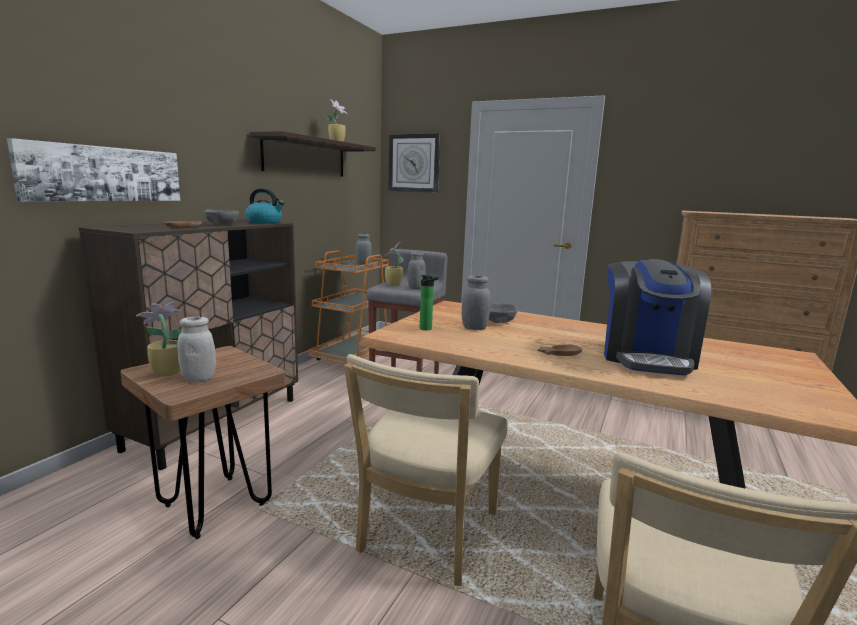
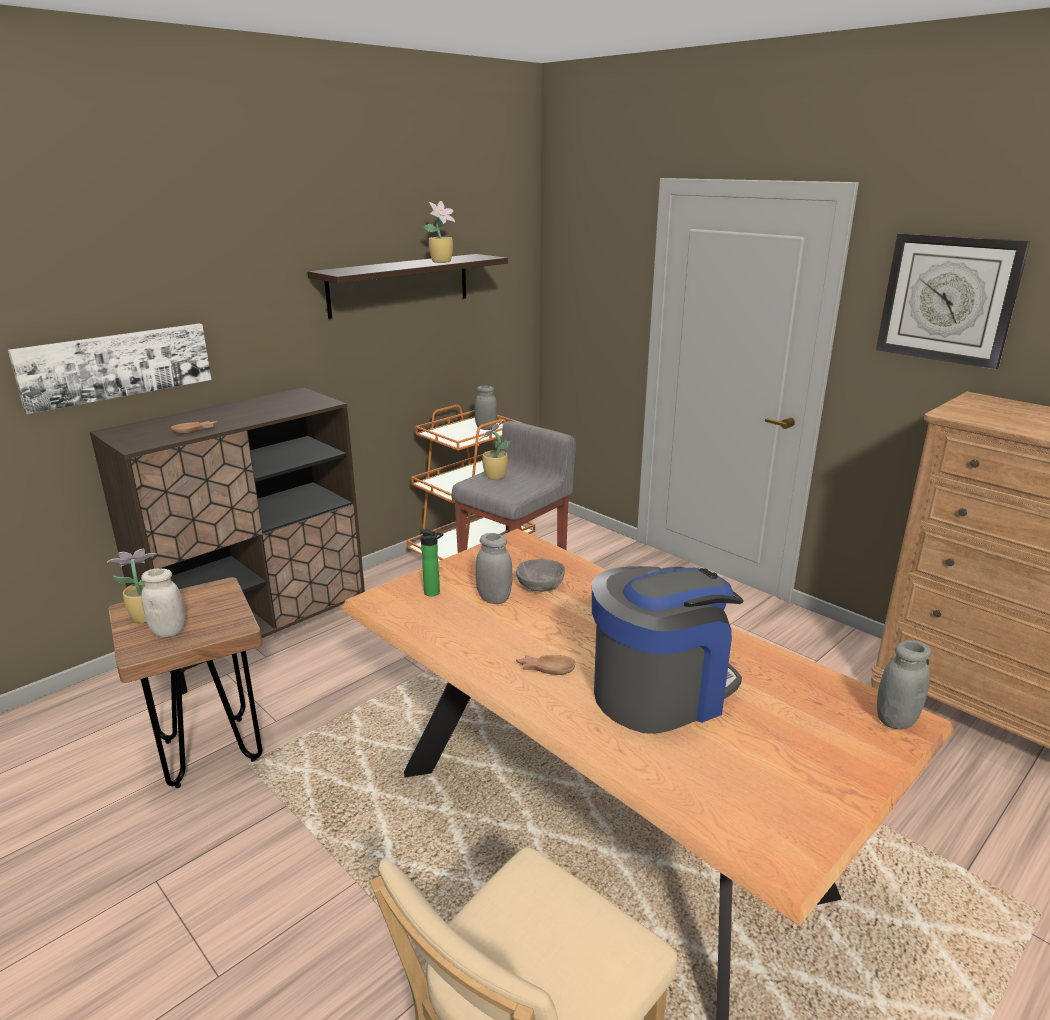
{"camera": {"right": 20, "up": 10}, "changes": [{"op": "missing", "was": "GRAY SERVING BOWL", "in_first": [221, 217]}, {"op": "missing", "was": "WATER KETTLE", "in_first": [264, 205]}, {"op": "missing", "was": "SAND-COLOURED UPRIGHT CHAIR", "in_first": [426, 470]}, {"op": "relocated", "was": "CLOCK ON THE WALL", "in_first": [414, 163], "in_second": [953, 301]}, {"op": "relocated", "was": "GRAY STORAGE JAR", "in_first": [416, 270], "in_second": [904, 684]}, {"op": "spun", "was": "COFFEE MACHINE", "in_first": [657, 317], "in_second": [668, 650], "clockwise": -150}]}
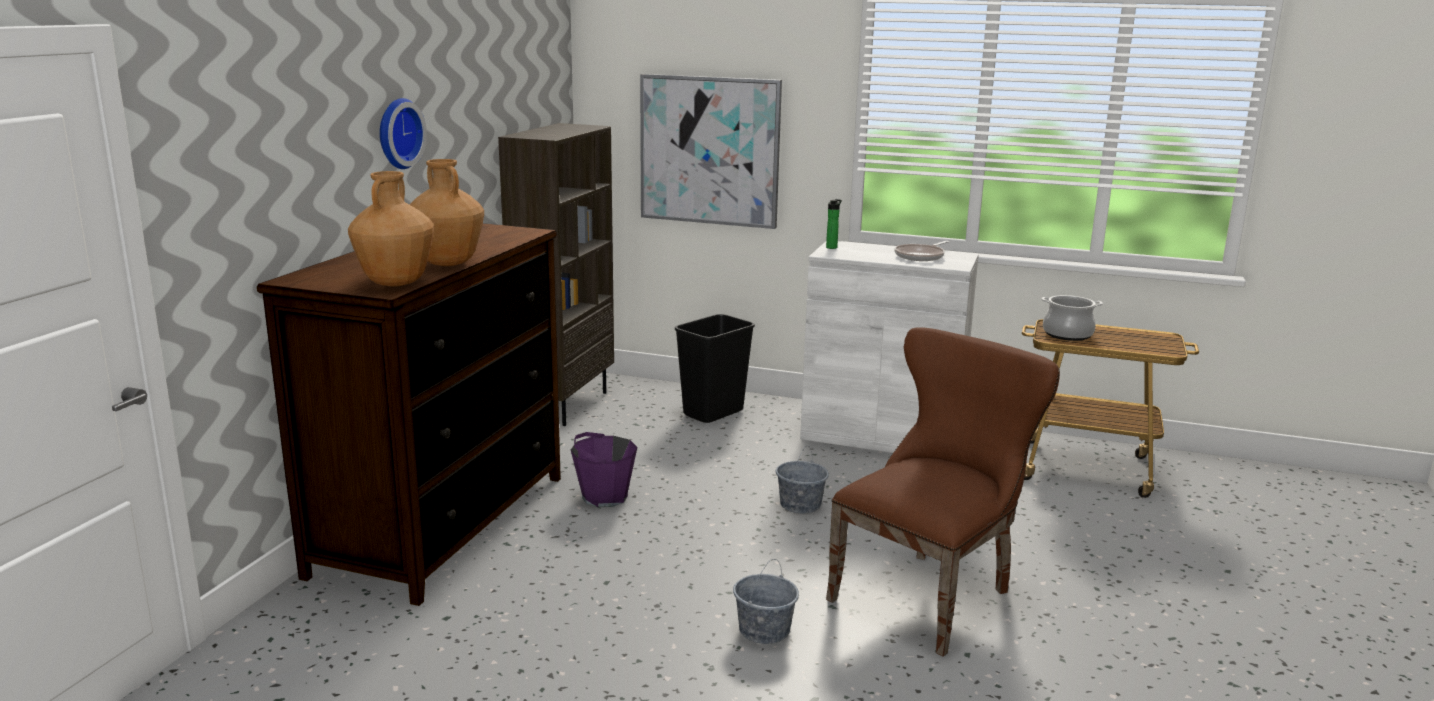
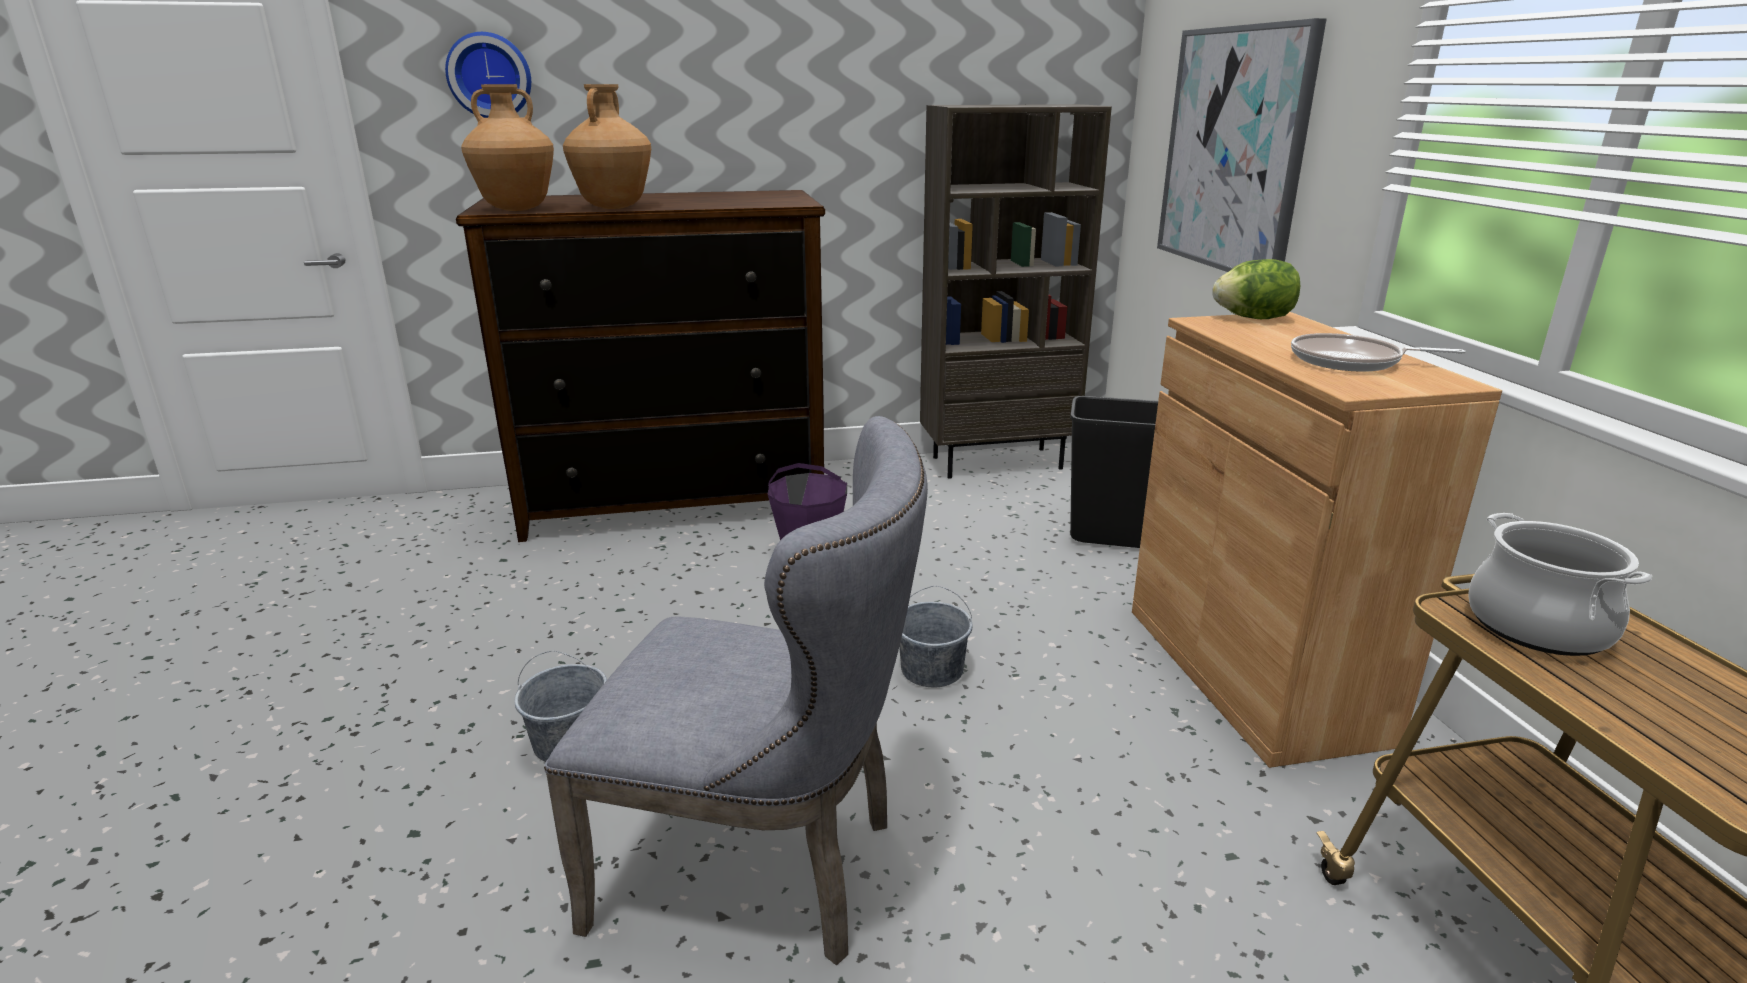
{"camera": {"right": 60, "up": 5}, "changes": [{"op": "relocated", "was": "CLOCK ON THE WALL", "in_first": [403, 133], "in_second": [488, 75]}, {"op": "exchanged", "was": "BOTTLE", "now": "LETTUCE", "in_first": [834, 224], "in_second": [1256, 289]}, {"op": "colour", "was": "WHITE STORAGE CABINET", "now": "BROWNISH STORAGE CABINET", "in_first": [889, 347], "in_second": [1317, 540]}, {"op": "colour", "was": "BROWNISH UPRIGHT CHAIR", "now": "GRAY UPRIGHT CHAIR", "in_first": [943, 492], "in_second": [736, 690]}]}
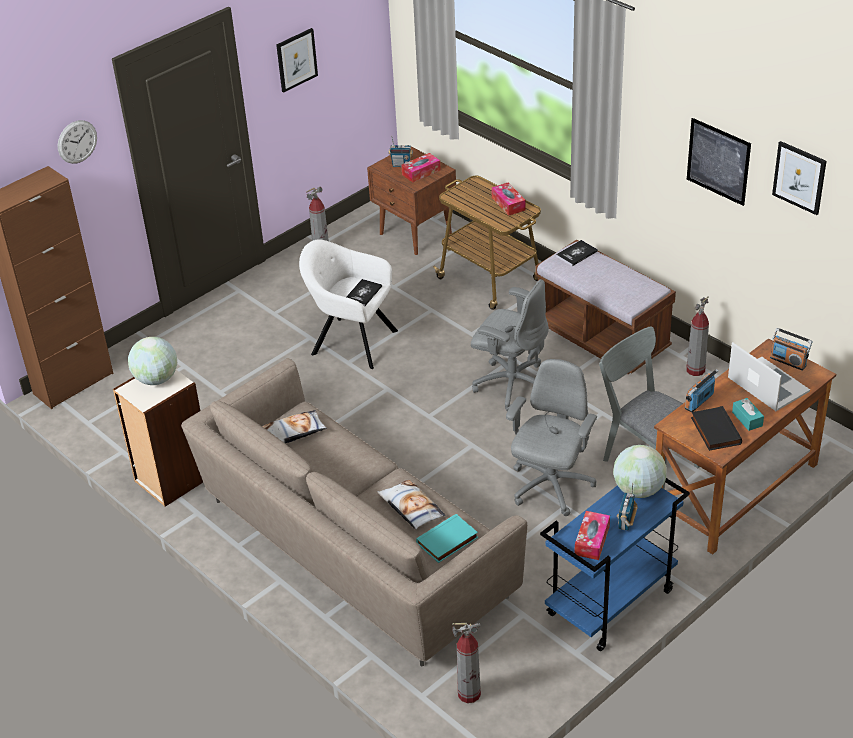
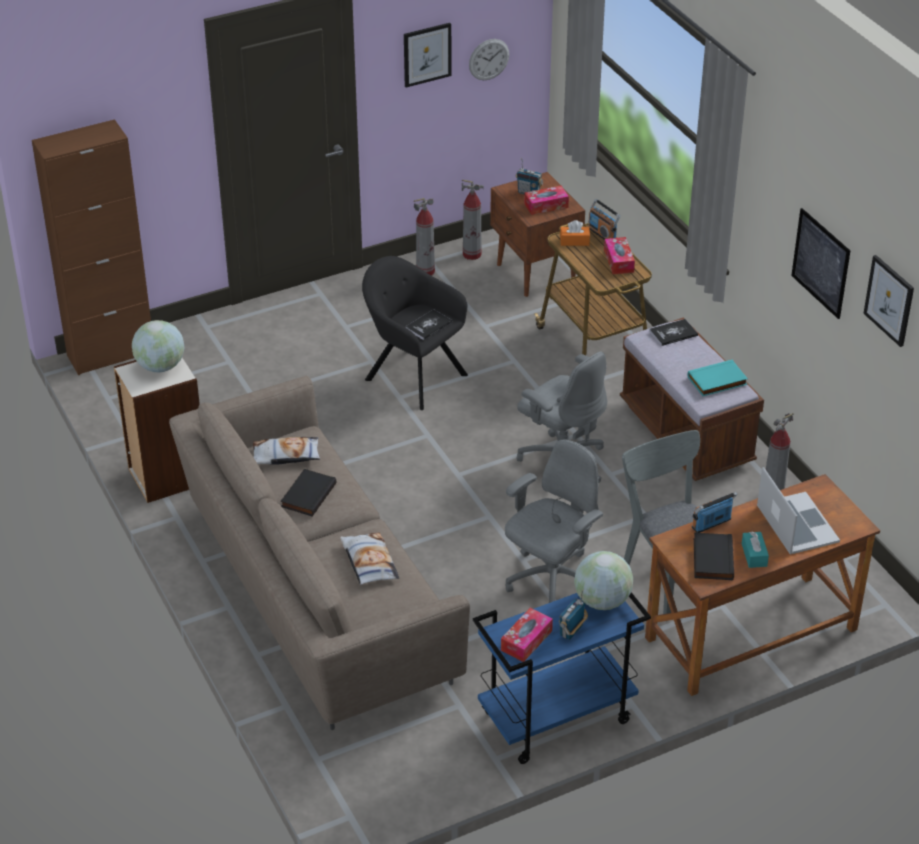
{"camera": {"right": 15, "up": 0}, "changes": [{"op": "appeared", "now": "BLACKISH VOLUME", "in_second": [308, 492]}, {"op": "appeared", "now": "ORANGE-COLOURED TISSUE BOX", "in_second": [575, 233]}, {"op": "relocated", "was": "CLOCK ON THE WALL", "in_first": [77, 142], "in_second": [489, 59]}, {"op": "relocated", "was": "BLUE-GREEN VOLUME", "in_first": [447, 538], "in_second": [718, 377]}, {"op": "relocated", "was": "FIRE-FIGHTING CYLINDER", "in_first": [466, 663], "in_second": [473, 220]}, {"op": "relocated", "was": "RADIO RECEIVER", "in_first": [791, 349], "in_second": [604, 219]}, {"op": "colour", "was": "WHITE LOUNGE CHAIR", "now": "BLACKISH LOUNGE CHAIR", "in_first": [348, 304], "in_second": [415, 333]}]}
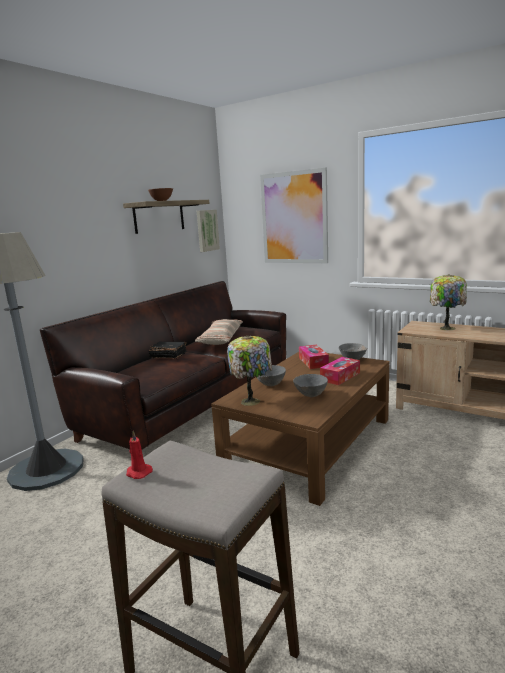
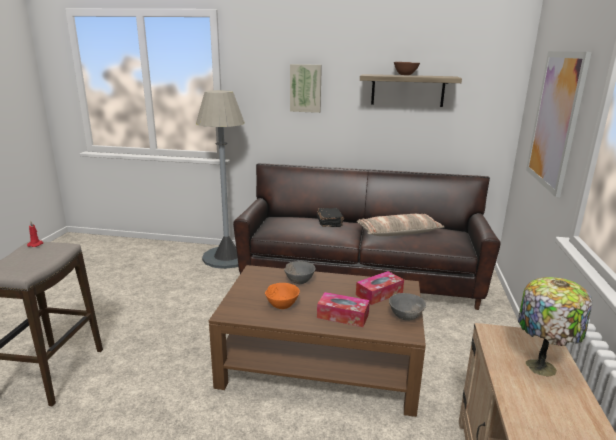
{"camera": {"right": 65, "up": 5}, "changes": [{"op": "missing", "was": "TABLETOP LAMP", "in_first": [249, 371]}, {"op": "relocated", "was": "WALL ART", "in_first": [208, 231], "in_second": [306, 88]}, {"op": "colour", "was": "GRAY SERVING BOWL", "now": "ORANGE-COLOURED SERVING BOWL", "in_first": [310, 385], "in_second": [282, 296]}]}
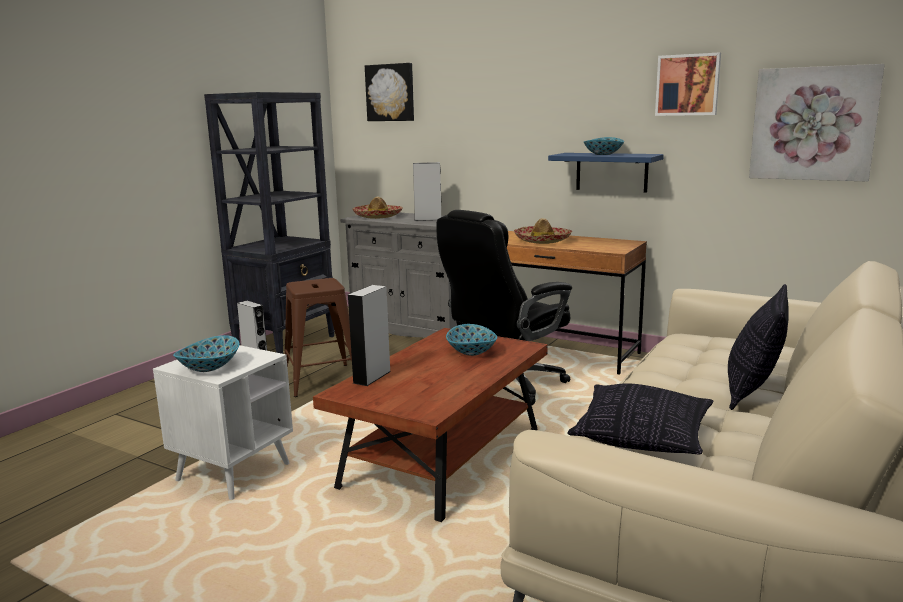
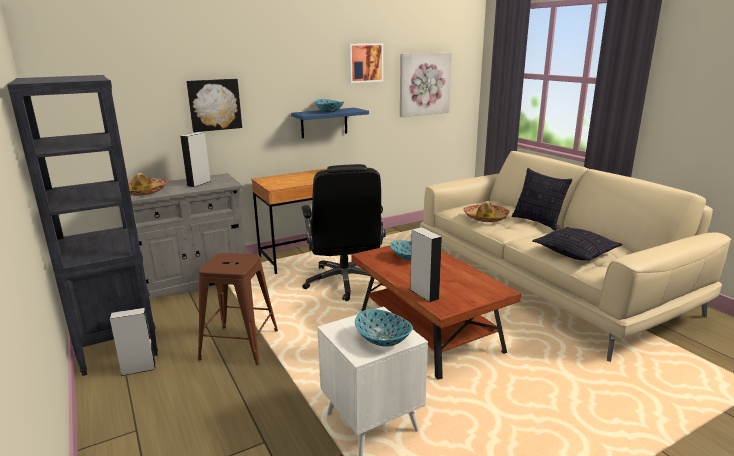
{"camera": {"right": -60, "up": 5}, "changes": [{"op": "relocated", "was": "WALL ART", "in_first": [389, 92], "in_second": [214, 105]}, {"op": "relocated", "was": "HAT", "in_first": [543, 231], "in_second": [486, 211]}]}
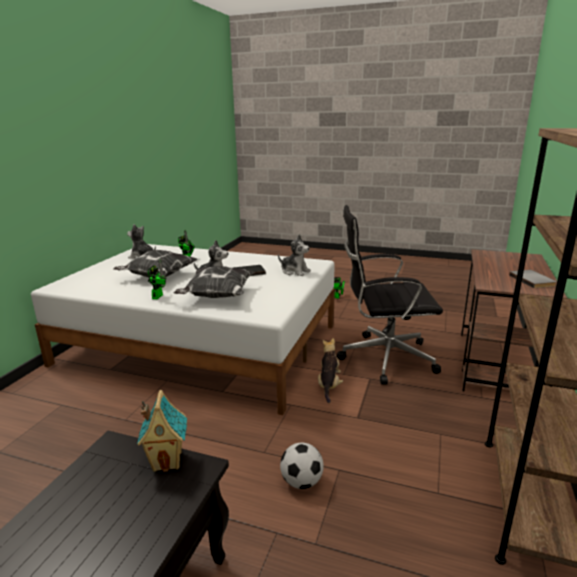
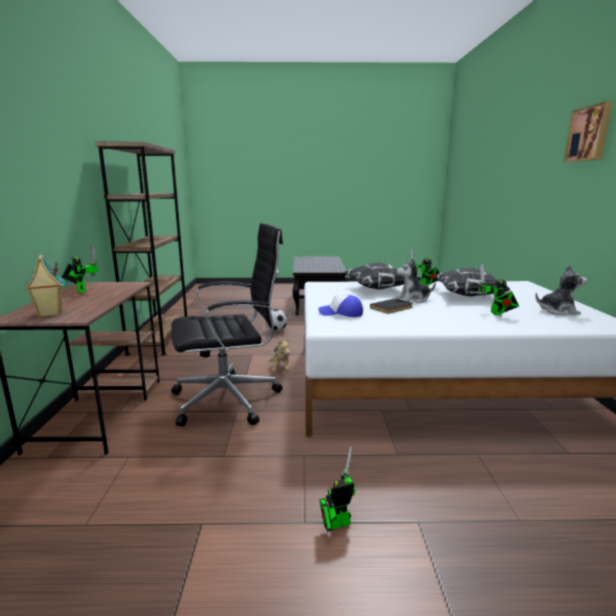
{"camera": {"right": 160, "up": -5}, "changes": [{"op": "appeared", "now": "WALL ART", "in_second": [588, 131]}, {"op": "relocated", "was": "MINIATURE HOUSE", "in_first": [162, 431], "in_second": [44, 286]}, {"op": "exchanged", "was": "CUDDLY TOY", "now": "PEAKED CAP", "in_first": [294, 255], "in_second": [340, 306]}, {"op": "exchanged", "was": "GRAY VOLUME", "now": "ROBOT FIGURE", "in_first": [533, 279], "in_second": [80, 268]}]}
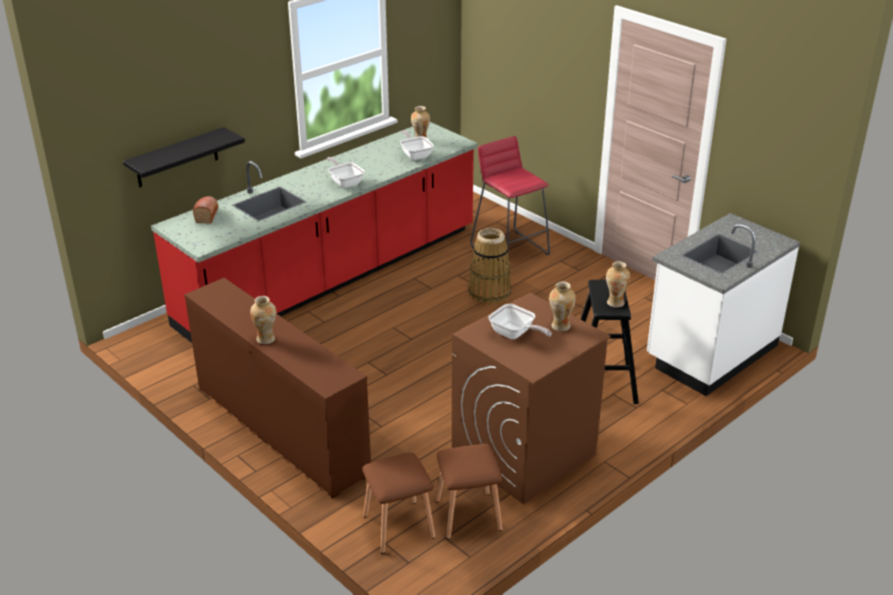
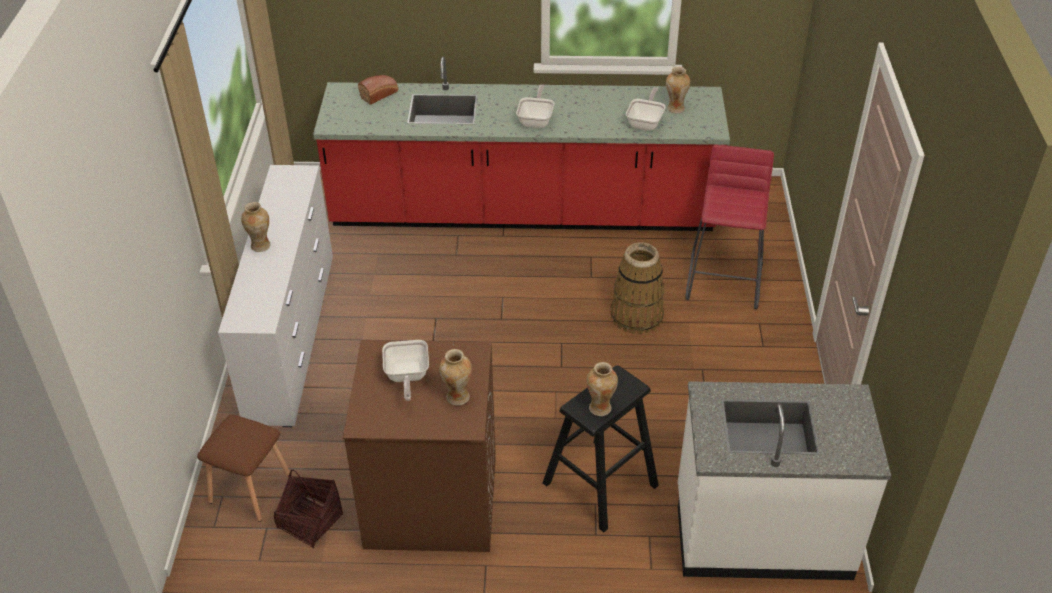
{"camera": {"right": 45, "up": 10}, "changes": [{"op": "missing", "was": "BLACKISH WALL SHELF", "in_first": [184, 157]}, {"op": "exchanged", "was": "BROWNISH STOOL", "now": "BASKET", "in_first": [469, 491], "in_second": [308, 508]}, {"op": "colour", "was": "BROWNISH DRAWER CHEST", "now": "WHITE DRAWER CHEST", "in_first": [277, 388], "in_second": [275, 296]}]}
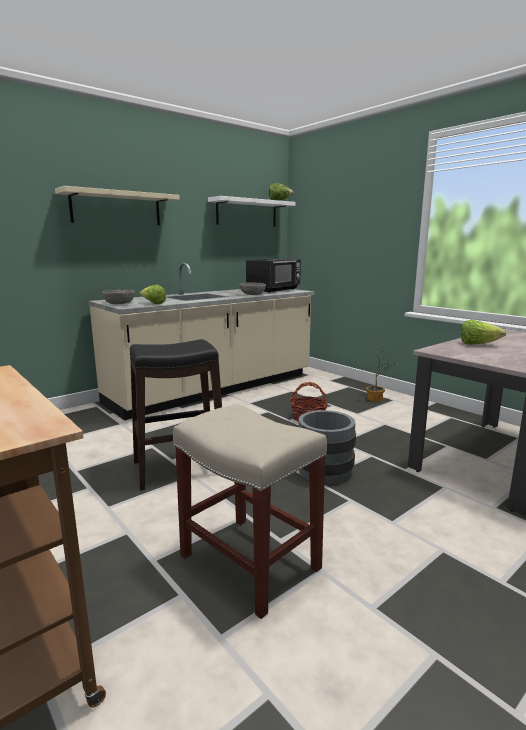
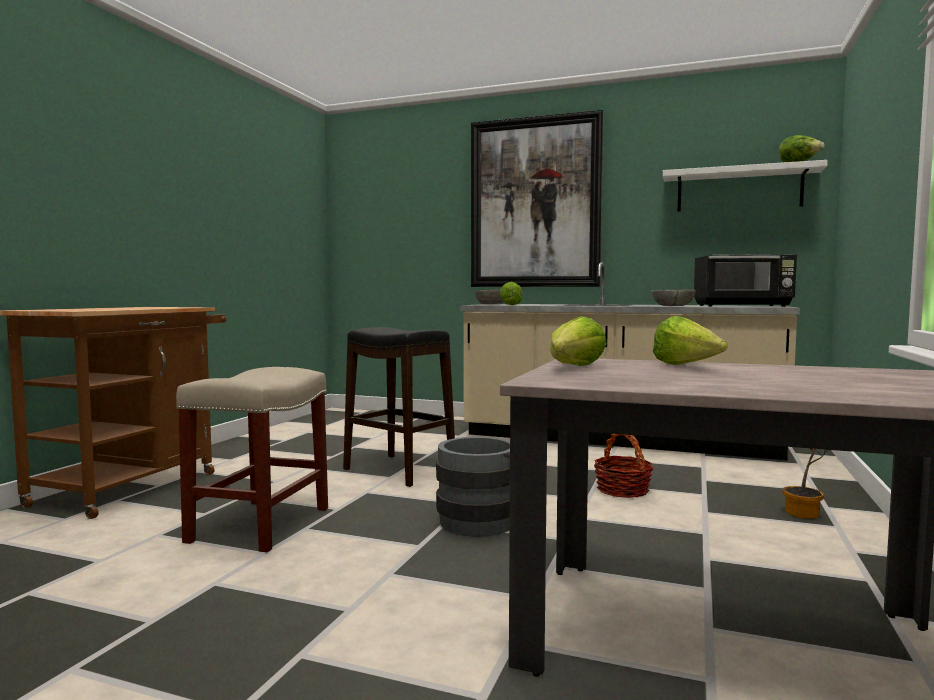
{"camera": {"right": 60, "up": -10}, "changes": [{"op": "appeared", "now": "LETTUCE", "in_second": [578, 341]}, {"op": "exchanged", "was": "SAND-COLOURED WALL SHELF", "now": "WALL ART", "in_first": [117, 205], "in_second": [537, 198]}]}
